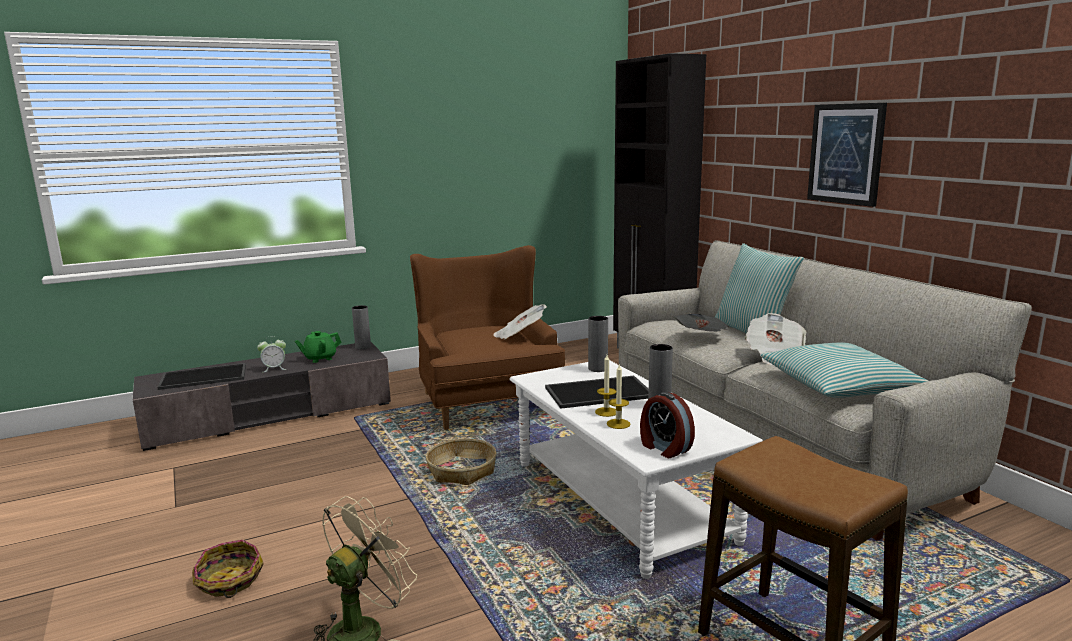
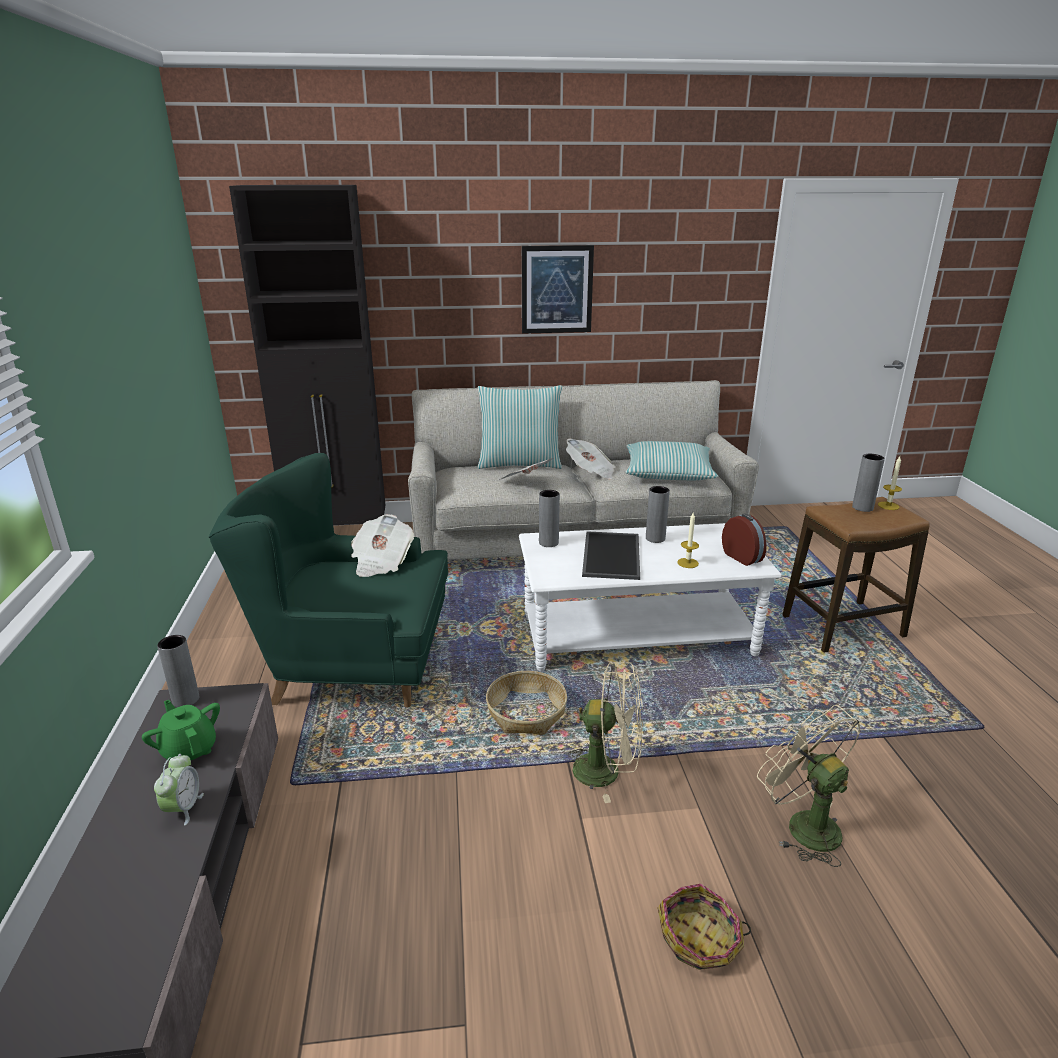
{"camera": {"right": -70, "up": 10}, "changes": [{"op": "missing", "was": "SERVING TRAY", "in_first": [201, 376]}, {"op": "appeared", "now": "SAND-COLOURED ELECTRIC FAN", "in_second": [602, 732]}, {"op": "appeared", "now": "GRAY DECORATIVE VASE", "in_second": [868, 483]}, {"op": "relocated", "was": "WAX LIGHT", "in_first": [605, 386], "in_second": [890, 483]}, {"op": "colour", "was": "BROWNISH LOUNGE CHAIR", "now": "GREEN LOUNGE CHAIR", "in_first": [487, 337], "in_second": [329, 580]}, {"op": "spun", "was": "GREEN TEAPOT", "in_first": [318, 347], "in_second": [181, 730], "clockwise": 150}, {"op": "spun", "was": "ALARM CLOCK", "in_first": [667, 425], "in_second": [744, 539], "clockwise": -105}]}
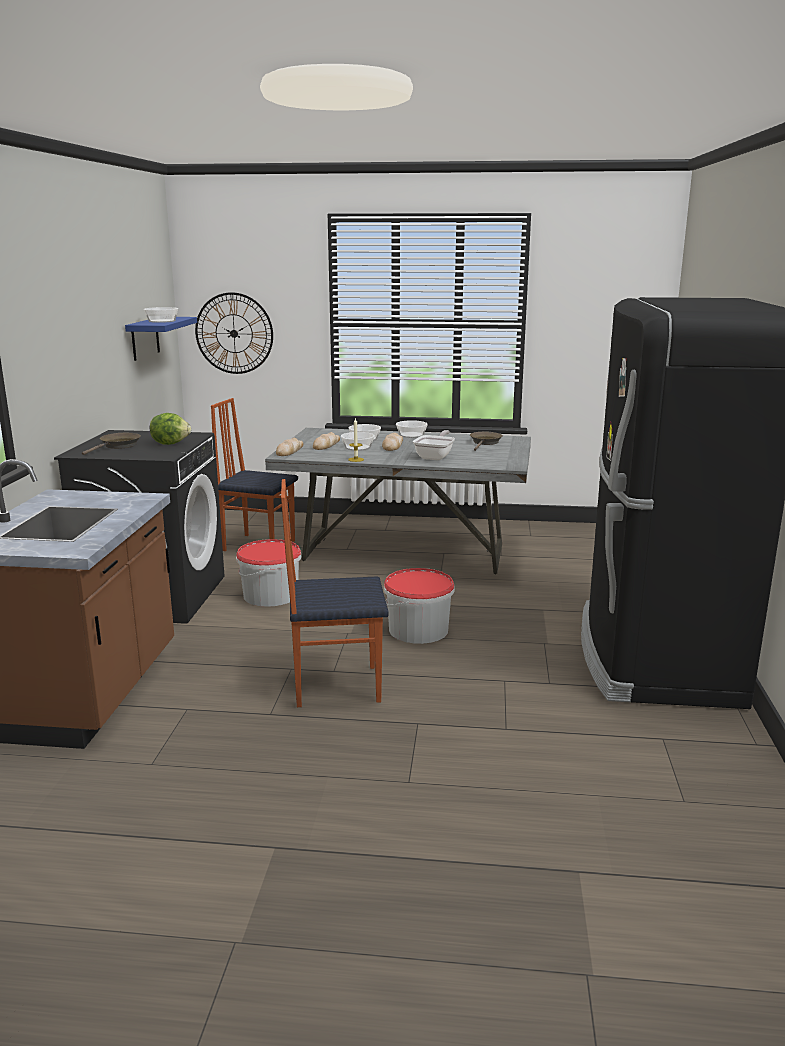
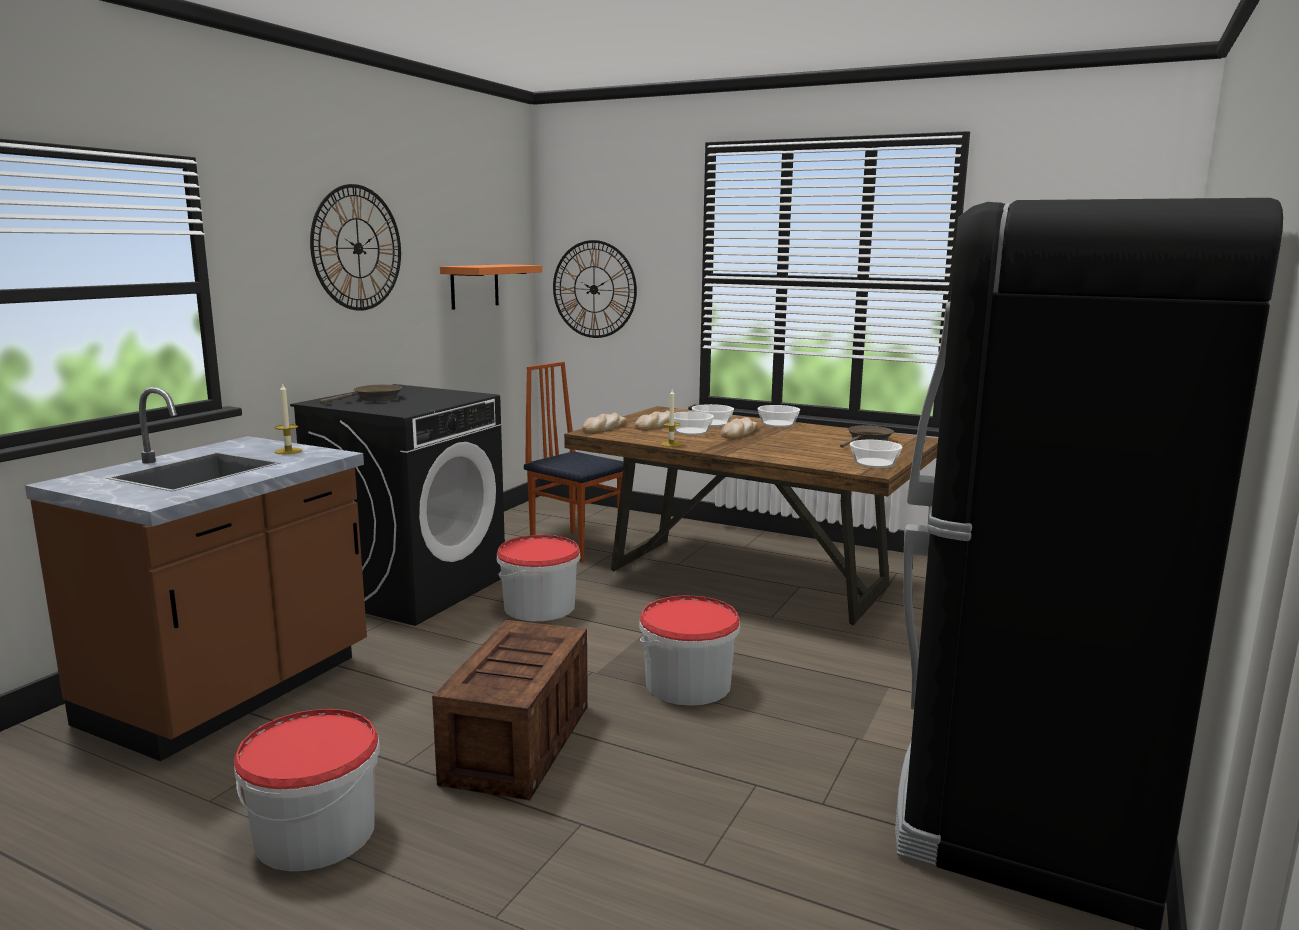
{"camera": {"right": 20, "up": -5}, "changes": [{"op": "missing", "was": "LETTUCE", "in_first": [170, 429]}, {"op": "missing", "was": "PAN", "in_first": [434, 445]}, {"op": "appeared", "now": "WATER BUCKET", "in_second": [307, 790]}, {"op": "appeared", "now": "WAX LIGHT", "in_second": [288, 418]}, {"op": "appeared", "now": "CLOCK ON THE WALL", "in_second": [355, 247]}, {"op": "relocated", "was": "SERVING BOWL", "in_first": [161, 315], "in_second": [876, 454]}, {"op": "exchanged", "was": "UPRIGHT CHAIR", "now": "SHIPPING CRATE", "in_first": [335, 593], "in_second": [510, 710]}, {"op": "colour", "was": "BLUISH WALL SHELF", "now": "ORANGE-COLOURED WALL SHELF", "in_first": [161, 339], "in_second": [491, 287]}, {"op": "colour", "was": "GRAY KITCHEN TABLE", "now": "BROWNISH KITCHEN TABLE", "in_first": [398, 501], "in_second": [751, 515]}]}
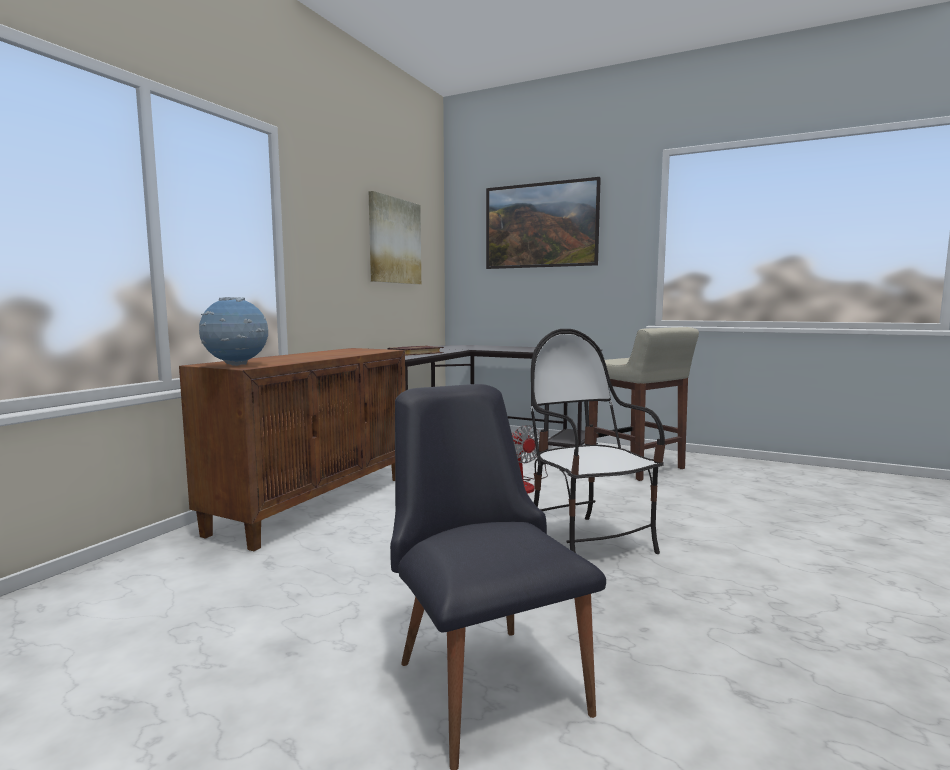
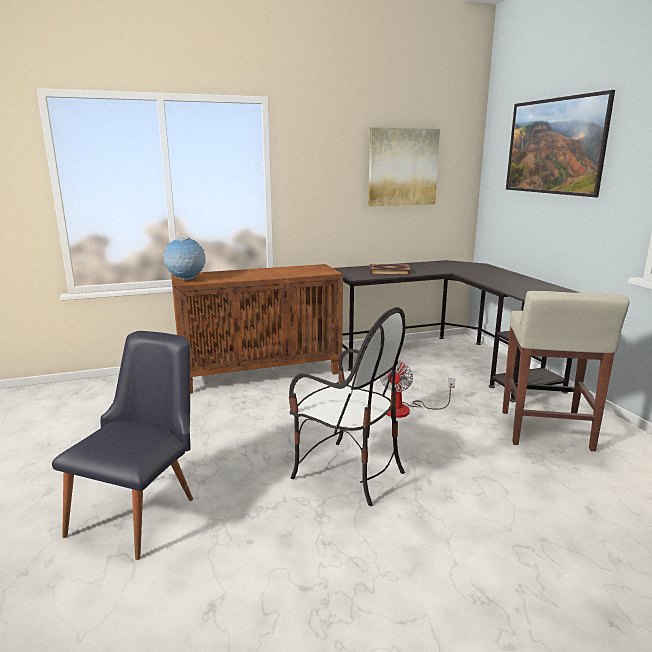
{"camera": {"right": 45, "up": 10}, "changes": [{"op": "spun", "was": "UPRIGHT CHAIR", "in_first": [598, 441], "in_second": [347, 406], "clockwise": 105}]}
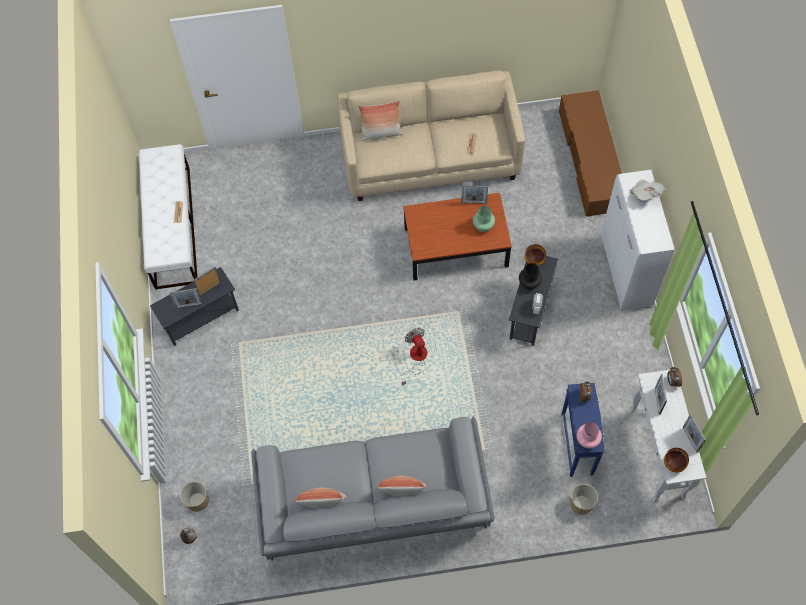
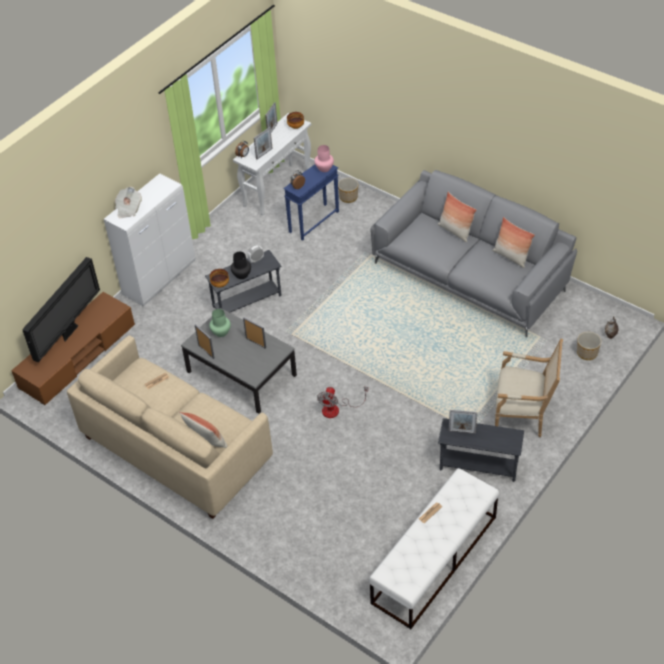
{"camera": {"right": -135, "up": -15}, "changes": [{"op": "appeared", "now": "TV", "in_second": [61, 309]}, {"op": "appeared", "now": "LOUNGE CHAIR", "in_second": [529, 388]}, {"op": "relocated", "was": "PICTURE FRAME", "in_first": [186, 298], "in_second": [254, 333]}, {"op": "relocated", "was": "ELECTRIC FAN", "in_first": [414, 357], "in_second": [342, 402]}, {"op": "colour", "was": "BROWNISH COFFEE TABLE", "now": "GRAY COFFEE TABLE", "in_first": [457, 236], "in_second": [239, 361]}]}
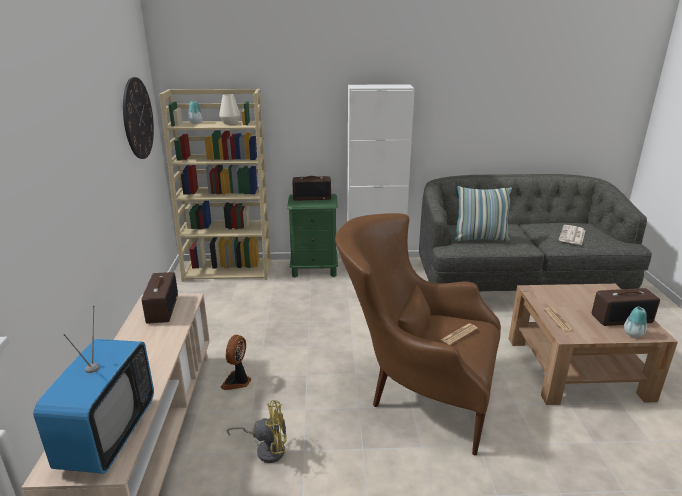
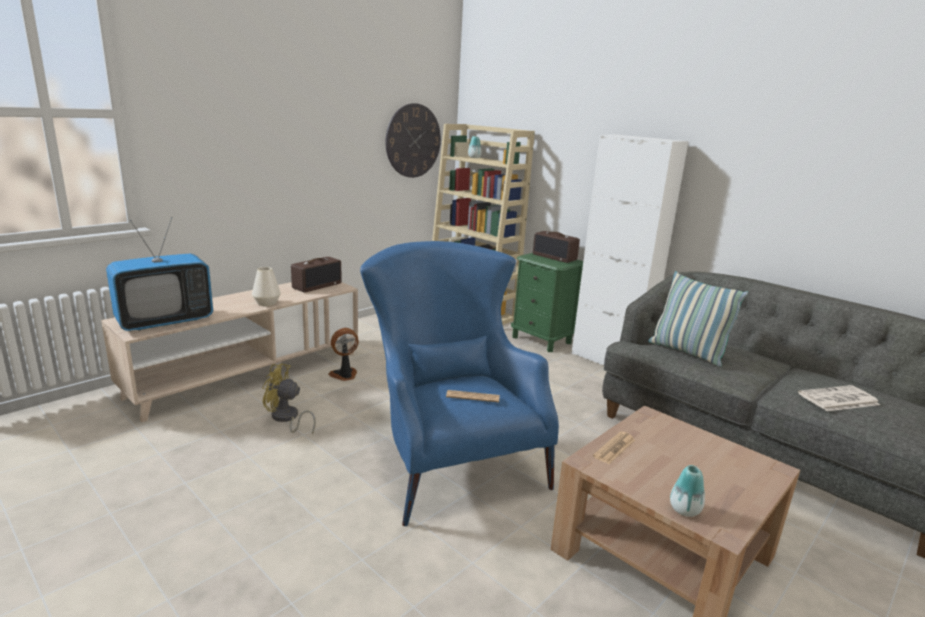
{"camera": {"right": 45, "up": -5}, "changes": [{"op": "missing", "was": "RADIO RECEIVER", "in_first": [626, 307]}, {"op": "relocated", "was": "WHITE DECORATIVE VASE", "in_first": [230, 109], "in_second": [266, 286]}, {"op": "colour", "was": "BROWNISH LOUNGE CHAIR", "now": "BLUISH LOUNGE CHAIR", "in_first": [418, 334], "in_second": [459, 383]}, {"op": "spun", "was": "YELLOW-COLOURED ELECTRIC FAN", "in_first": [257, 431], "in_second": [289, 399], "clockwise": 150}]}
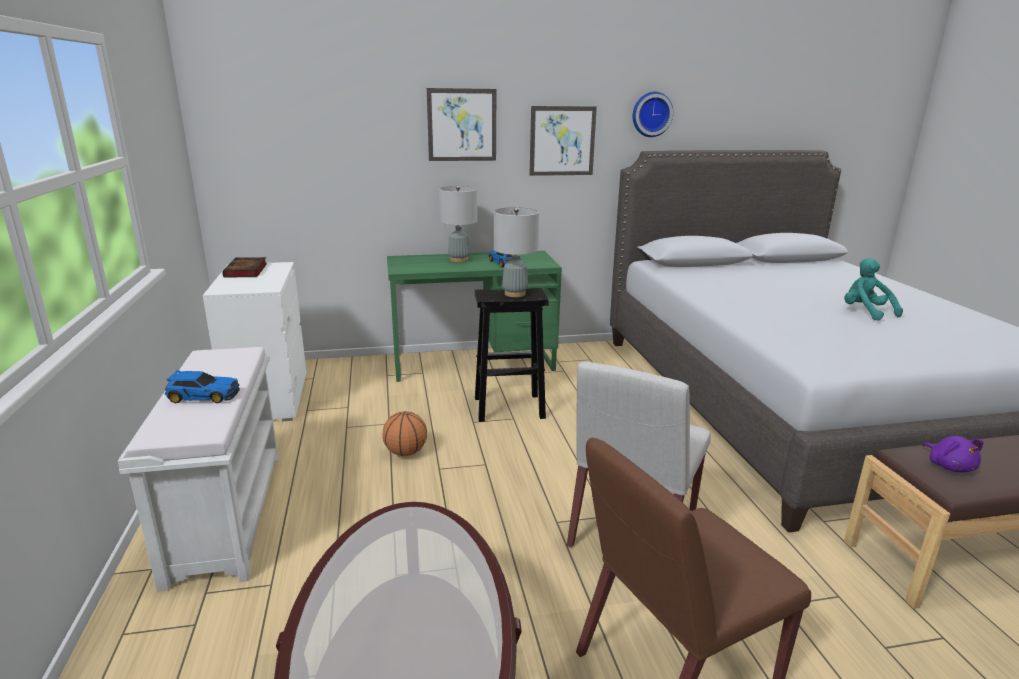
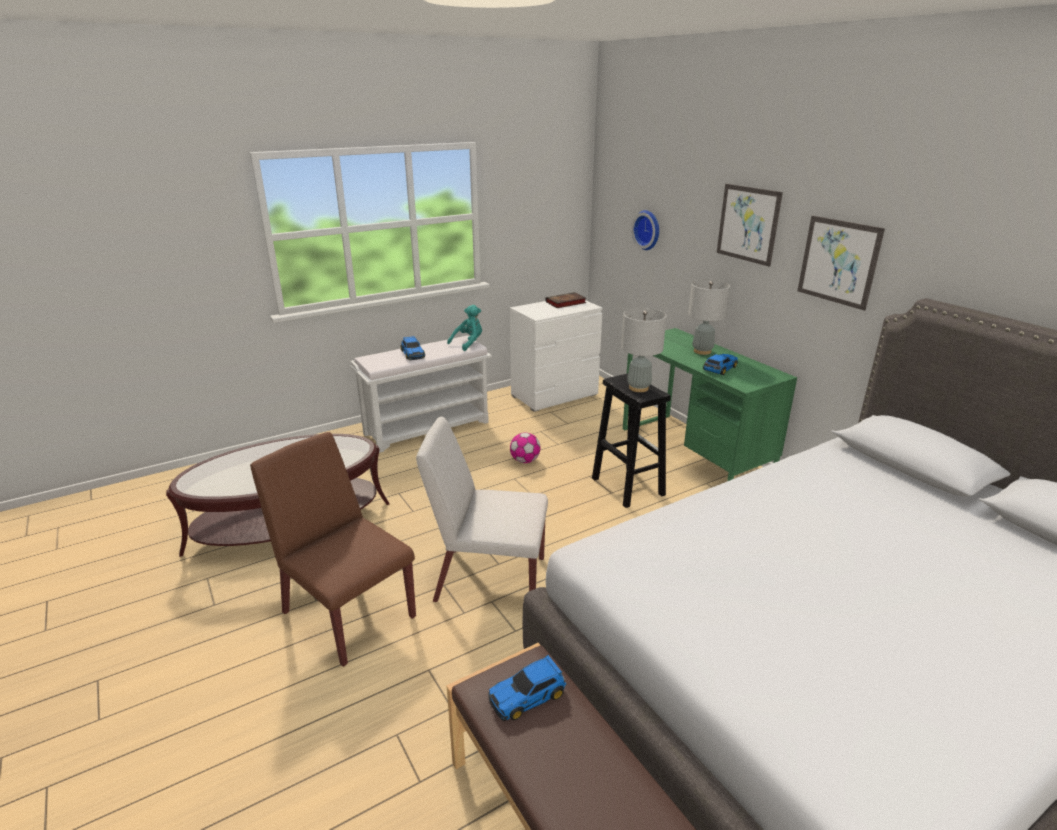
{"camera": {"right": 70, "up": 5}, "changes": [{"op": "relocated", "was": "CLOCK ON THE WALL", "in_first": [653, 114], "in_second": [645, 230]}, {"op": "relocated", "was": "BLUE-GREEN CUDDLY TOY", "in_first": [873, 289], "in_second": [464, 328]}, {"op": "exchanged", "was": "BALL FOR BASKETBALL", "now": "BALL FOR FOOTBALL", "in_first": [404, 433], "in_second": [525, 448]}, {"op": "exchanged", "was": "PURPLE-COLOURED CUDDLY TOY", "now": "MODEL CAR", "in_first": [953, 454], "in_second": [527, 688]}]}
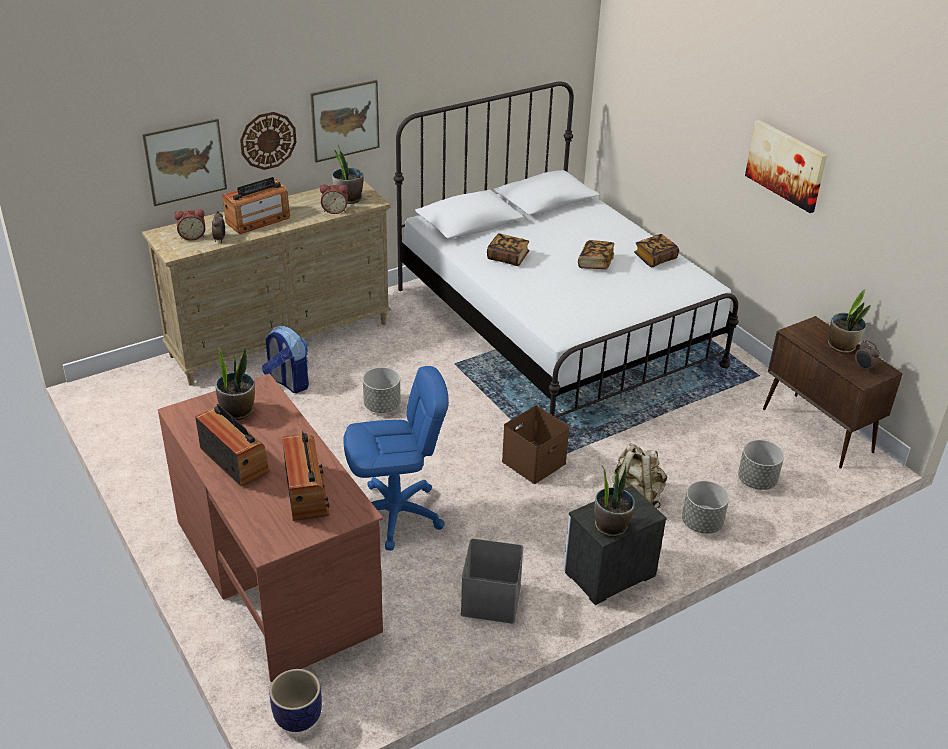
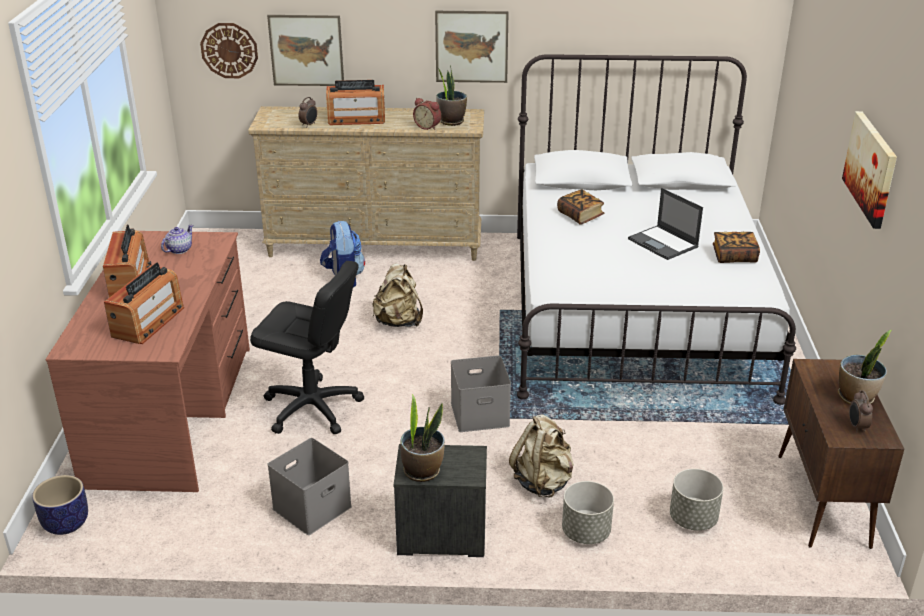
{"camera": {"right": 35, "up": -5}, "changes": [{"op": "missing", "was": "ALARM CLOCK", "in_first": [189, 225]}, {"op": "relocated", "was": "CLOCK ON THE WALL", "in_first": [268, 141], "in_second": [229, 50]}, {"op": "exchanged", "was": "POTTED PLANT", "now": "TEAPOT", "in_first": [235, 383], "in_second": [177, 239]}, {"op": "exchanged", "was": "GRAY PLANTER", "now": "SAND-COLOURED RUCKSACK", "in_first": [382, 390], "in_second": [397, 295]}, {"op": "exchanged", "was": "VOLUME", "now": "LAPTOP", "in_first": [596, 254], "in_second": [665, 224]}, {"op": "colour", "was": "BLUISH OFFICE CHAIR", "now": "BLACKISH OFFICE CHAIR", "in_first": [396, 458], "in_second": [307, 347]}, {"op": "colour", "was": "BROWNISH STORAGE CONTAINER", "now": "GRAY STORAGE CONTAINER", "in_first": [536, 445], "in_second": [481, 393]}]}
